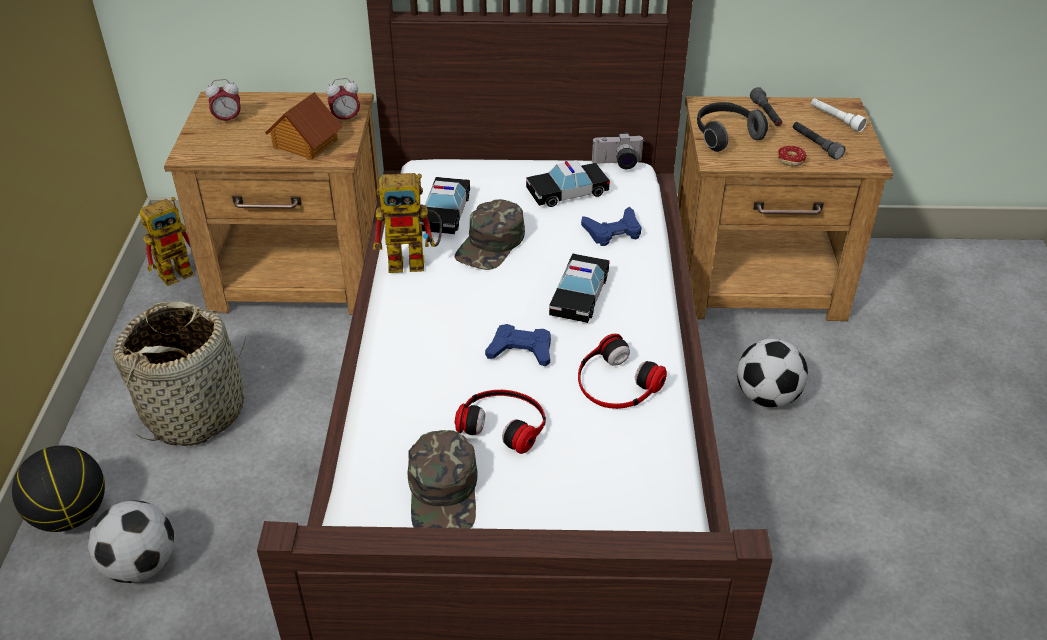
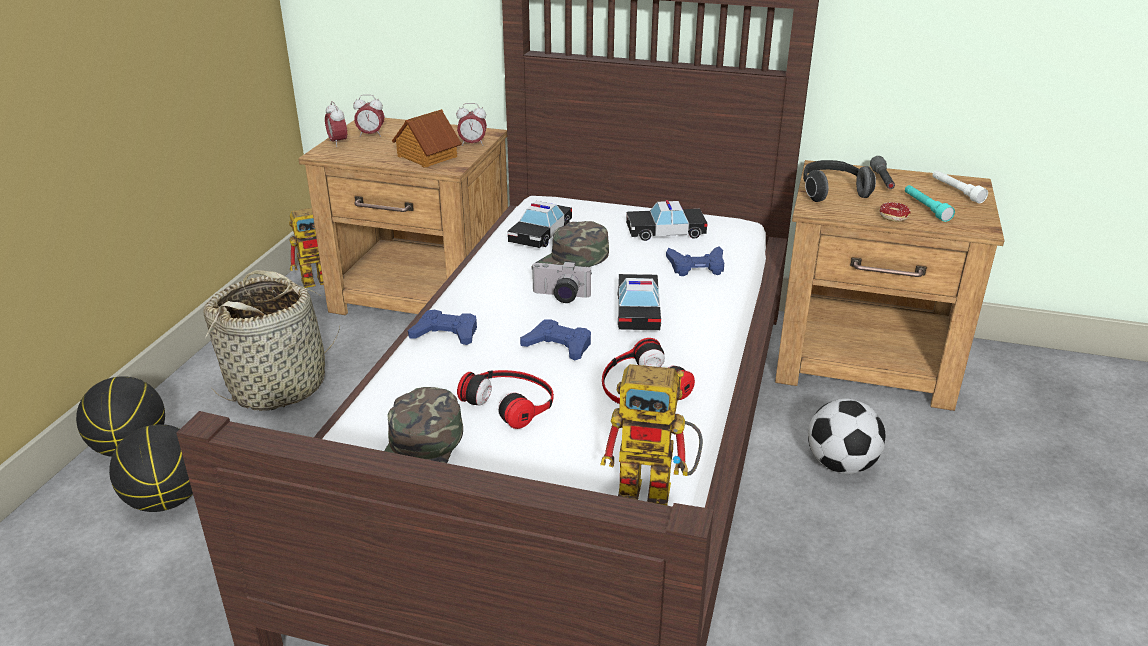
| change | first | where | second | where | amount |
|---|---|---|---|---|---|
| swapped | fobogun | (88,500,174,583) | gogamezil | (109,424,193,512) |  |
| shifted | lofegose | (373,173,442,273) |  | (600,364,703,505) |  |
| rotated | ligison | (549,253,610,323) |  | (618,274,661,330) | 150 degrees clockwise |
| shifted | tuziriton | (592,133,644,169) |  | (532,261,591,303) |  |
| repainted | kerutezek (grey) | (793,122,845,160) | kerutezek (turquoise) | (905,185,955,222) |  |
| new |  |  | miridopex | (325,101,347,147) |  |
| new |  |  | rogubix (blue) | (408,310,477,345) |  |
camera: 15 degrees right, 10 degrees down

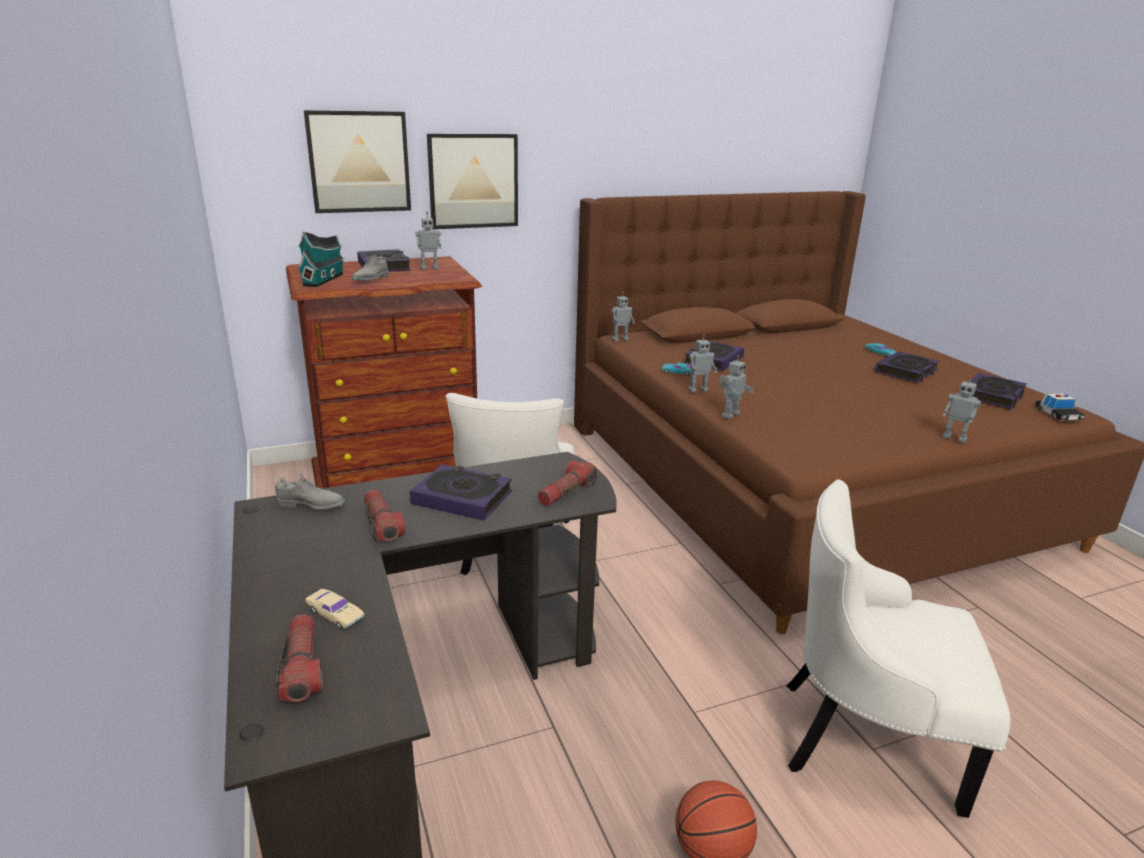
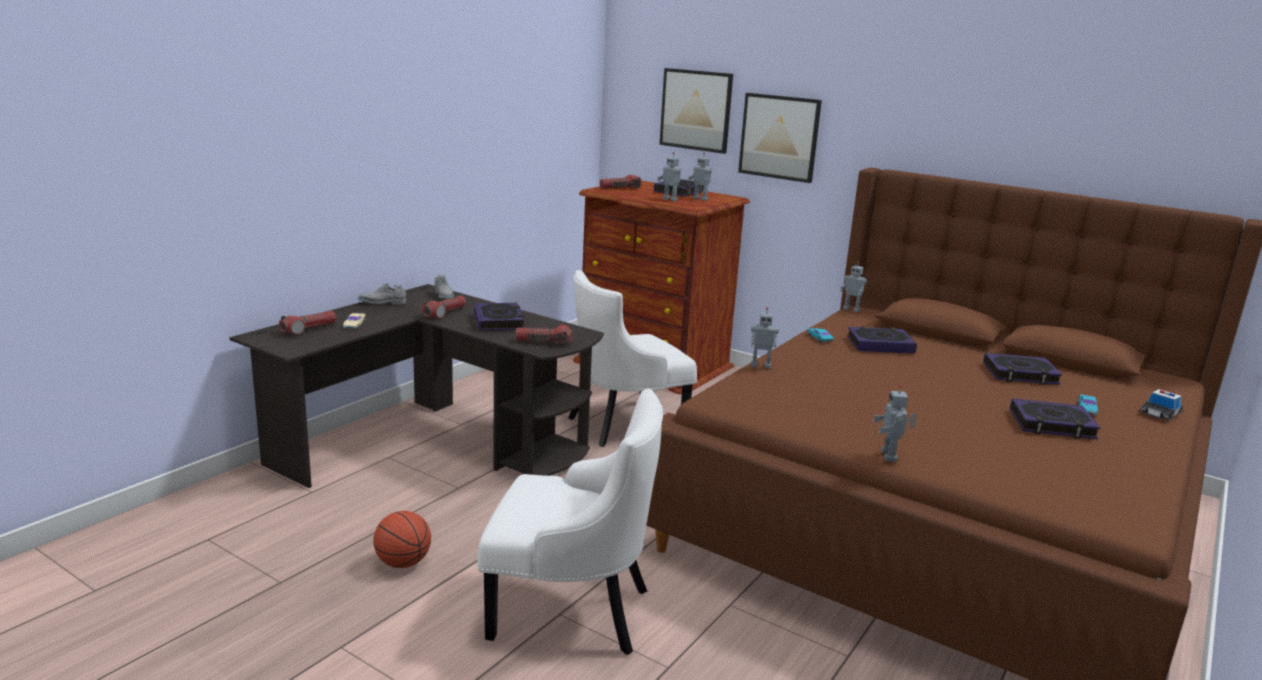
| change | first | where | second | where | amount |
|---|---|---|---|---|---|
| swapped | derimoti | (297,231,345,287) | kerutezek | (600,175,642,189) |  |
| shifted | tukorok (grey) | (351,255,389,281) |  | (358,283,406,305) |  |
| shifted | lofegose | (688,334,717,393) |  | (657,152,681,201) |  |
| rotated | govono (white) | (786,479,1010,818) |  | (477,389,663,655) | 120 degrees clockwise |
| shifted | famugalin | (970,373,1027,409) |  | (983,353,1062,385) |  |
| shifted | ligison | (1033,393,1085,421) |  | (1139,389,1184,421) |  |
camera: 55 degrees right, 5 degrees down

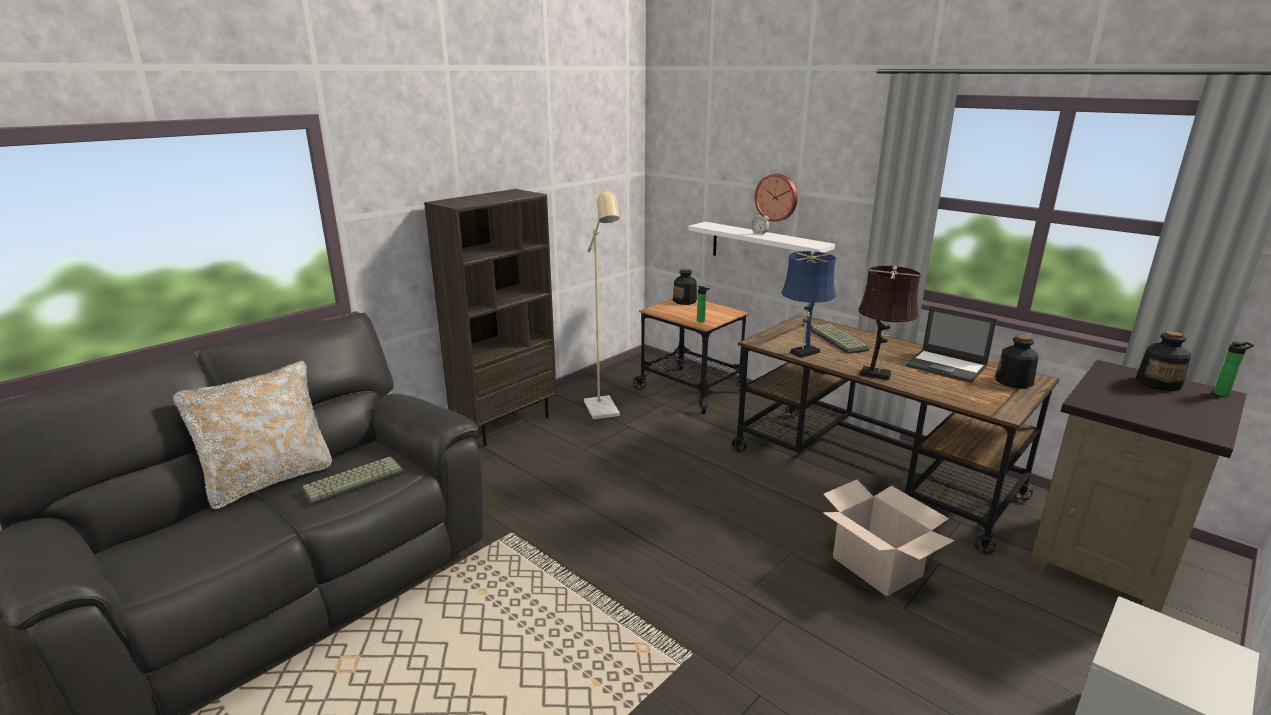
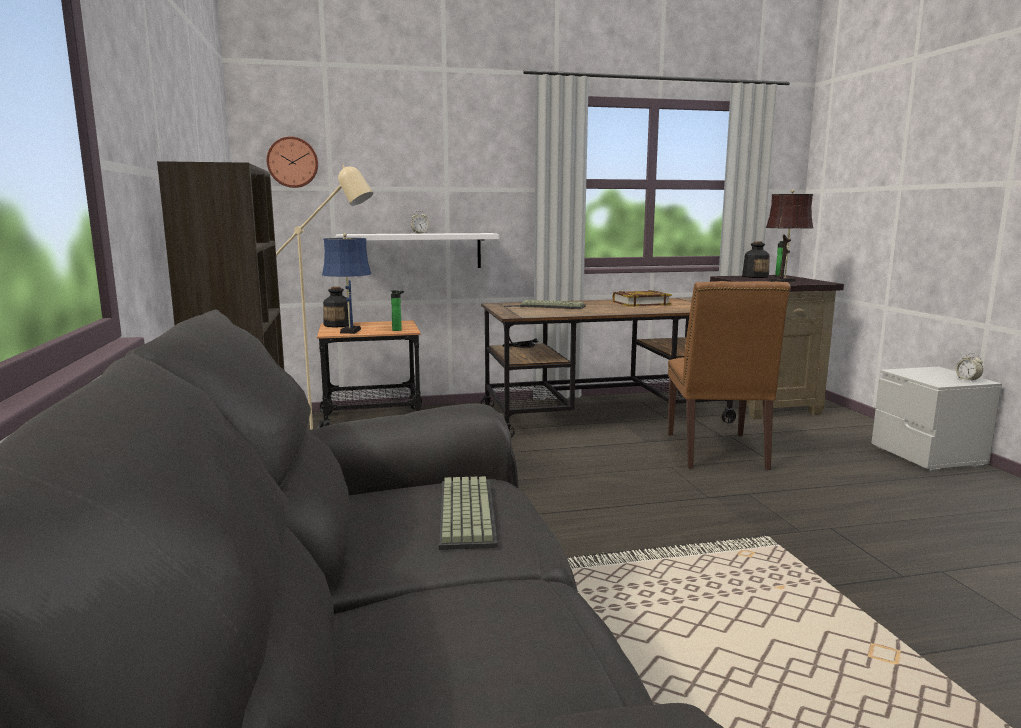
| change | first | where | second | where | amount |
|---|---|---|---|---|---|
| gone | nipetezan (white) | (173,361,332,509) |  |  |  |
| shifted | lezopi | (754,174,798,222) |  | (267,137,318,188) |  |
| shifted | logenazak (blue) | (781,251,836,358) |  | (322,233,371,334) |  |
| swapped | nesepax | (822,480,955,597) | govono (brown) | (668,281,790,470) |  |
| shifted | logenazak (brown) | (859,266,921,381) |  | (766,189,814,283) |  |
| swapped | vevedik | (906,306,997,383) | famugalin | (612,290,672,306) |  |
| gone | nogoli | (995,335,1038,388) |  |  |  |
| new |  |  | miridopex | (956,353,983,382) |  |
camera: 55 degrees left, 10 degrees down

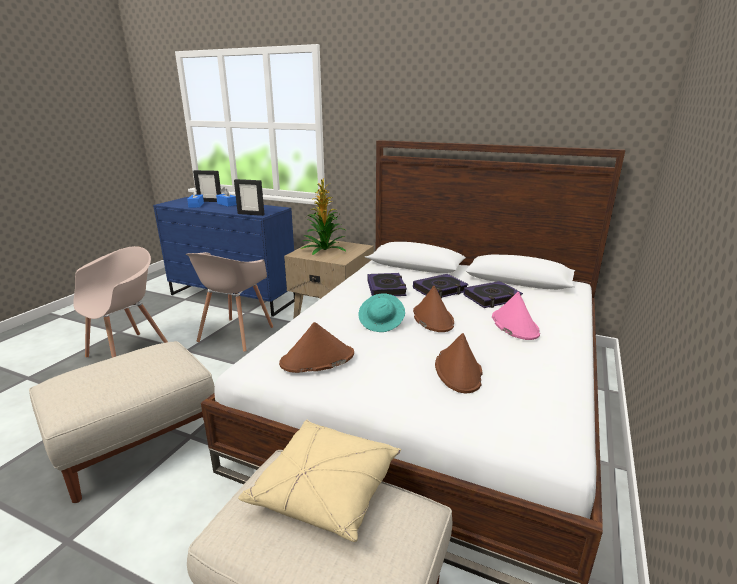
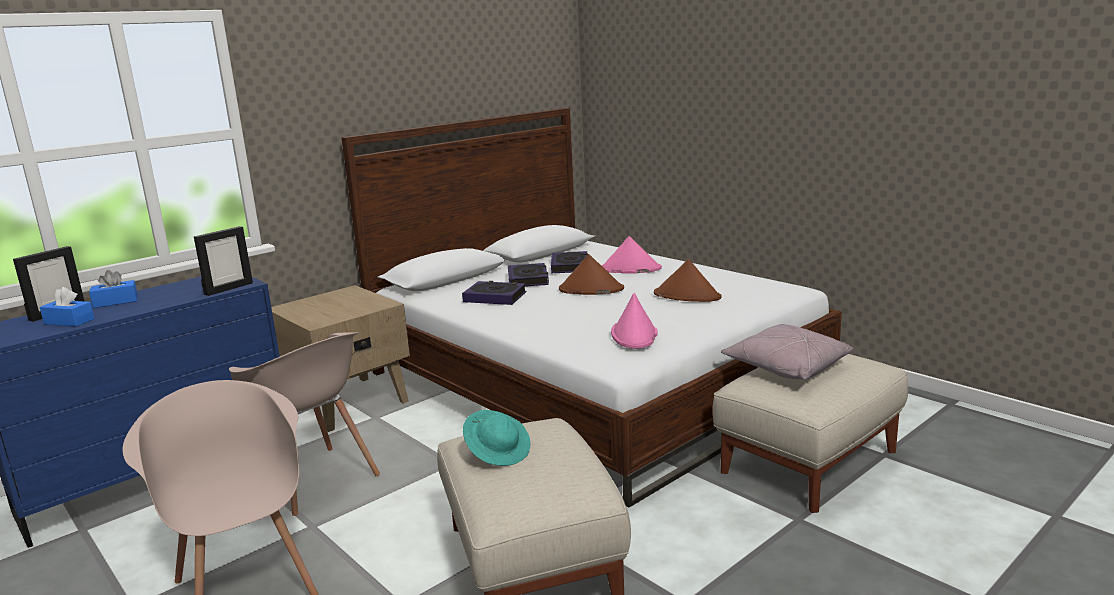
| change | first | where | second | where | amount |
|---|---|---|---|---|---|
| repainted | nipetezan (beige) | (238,420,401,542) | nipetezan (purple) | (721,324,854,380) |  |
| repainted | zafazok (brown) | (279,322,354,373) | zafazok (pink) | (611,293,658,348) |  |
| gone | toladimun | (301,178,346,255) |  |  |  |
| shifted | zafazok (turquoise) | (358,293,405,332) |  | (463,410,530,466) |  |
camera: 65 degrees left, 5 degrees down

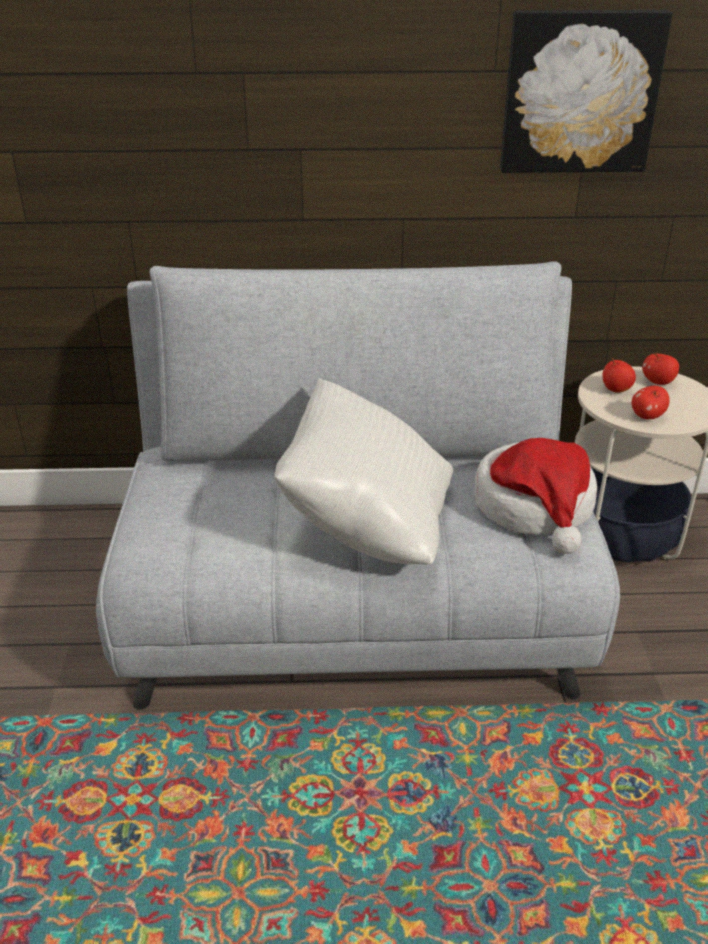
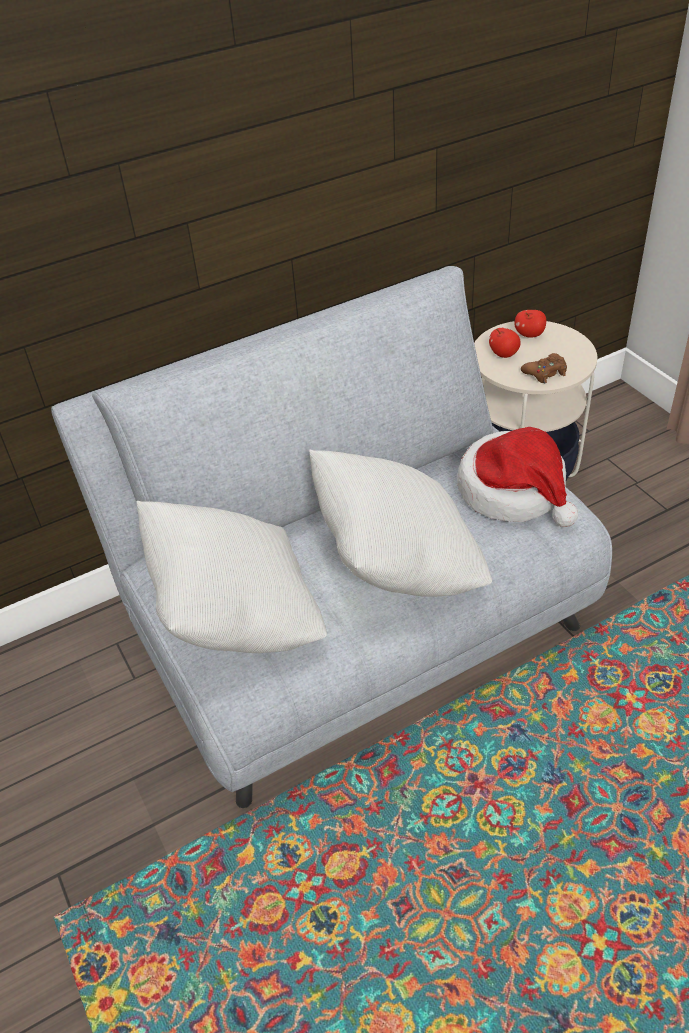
| change | first | where | second | where | amount |
|---|---|---|---|---|---|
| gone | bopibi | (500,10,673,173) |  |  |  |
| swapped | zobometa | (632,386,670,419) | rogubix (brown) | (521,353,567,384) |  |
| new |  |  | nipetezan (white) | (137,501,327,653) |  |
camera: 25 degrees left, 10 degrees up

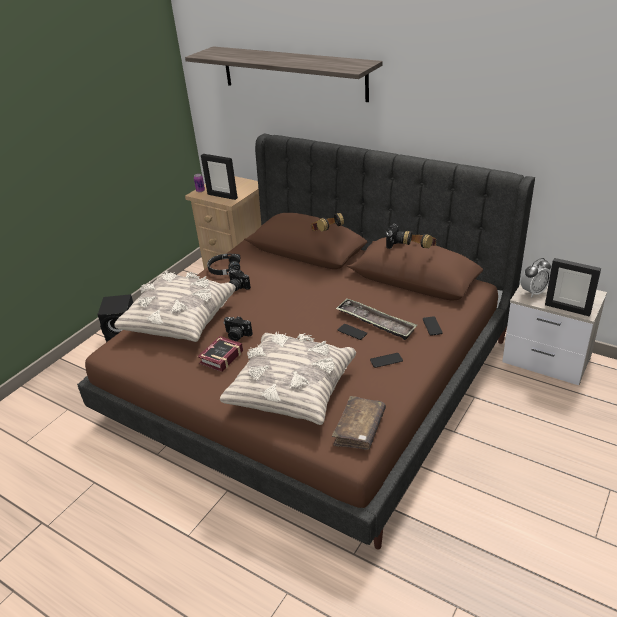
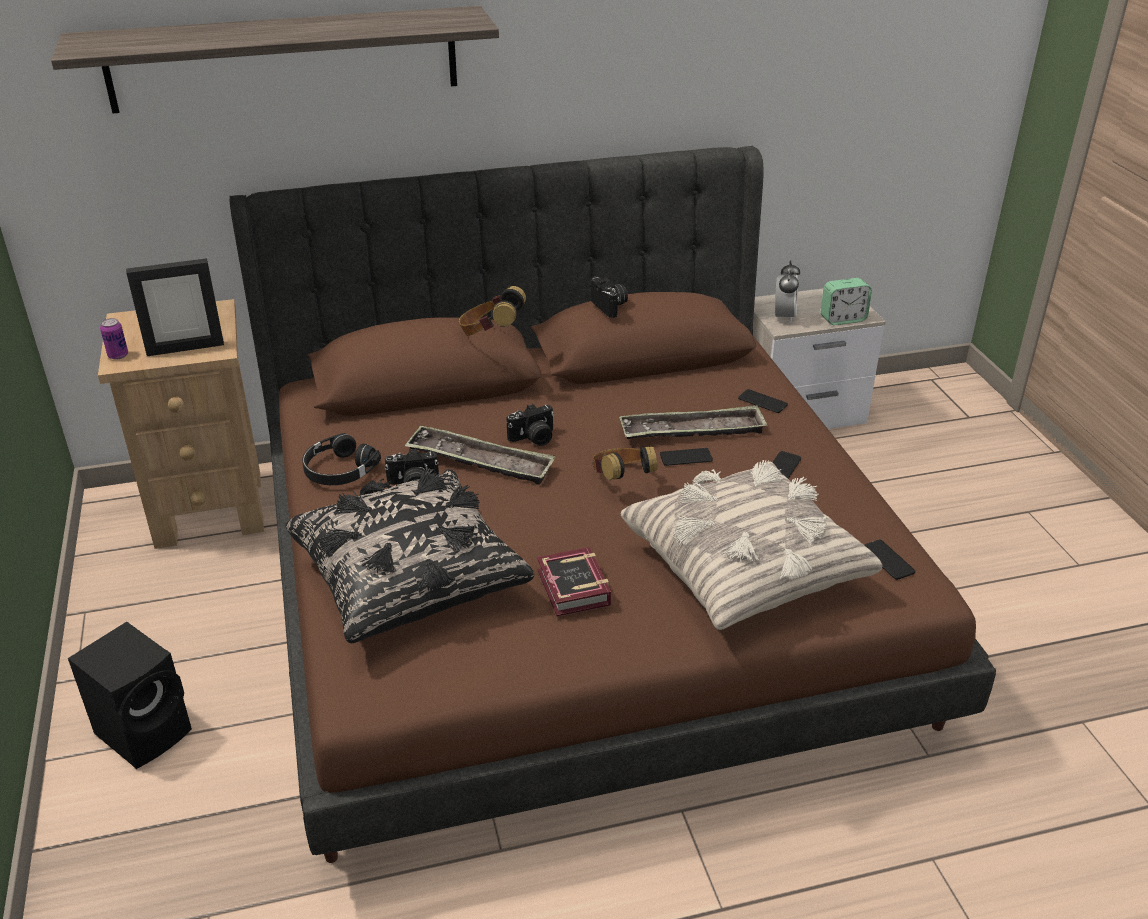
| change | first | where | second | where | amount |
|---|---|---|---|---|---|
| repainted | nipetezan (beige) | (114,271,236,342) | nipetezan (black) | (285,469,534,643) |  |
| shifted | tuziriton | (224,316,253,341) |  | (507,404,554,446) |  |
| swapped | famugalin (brown) | (332,396,386,450) | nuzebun | (864,540,915,580) |  |
| shifted | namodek | (403,231,437,249) |  | (592,445,657,481) |  |
| swapped | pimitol | (545,258,601,317) | miridopex | (821,278,872,325) |  |
| new |  |  | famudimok | (404,425,556,485) |  |
camera: 50 degrees left, 0 degrees up

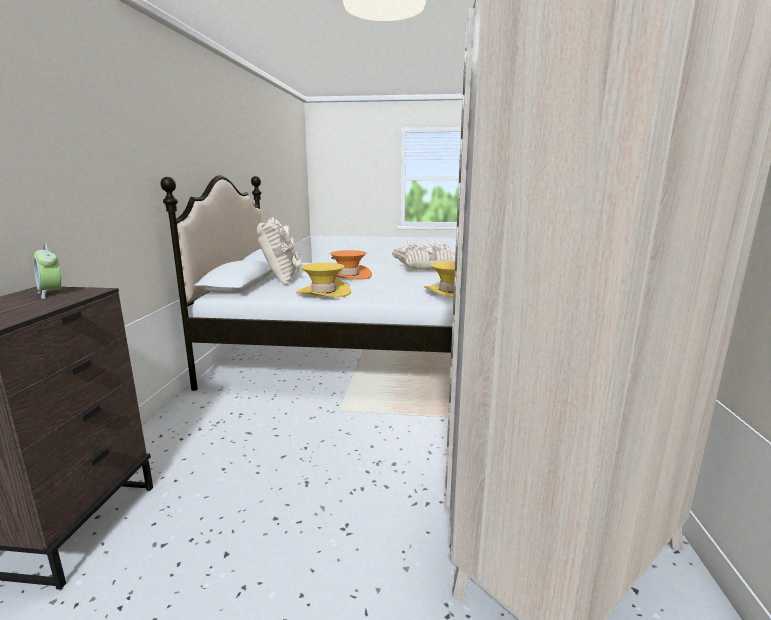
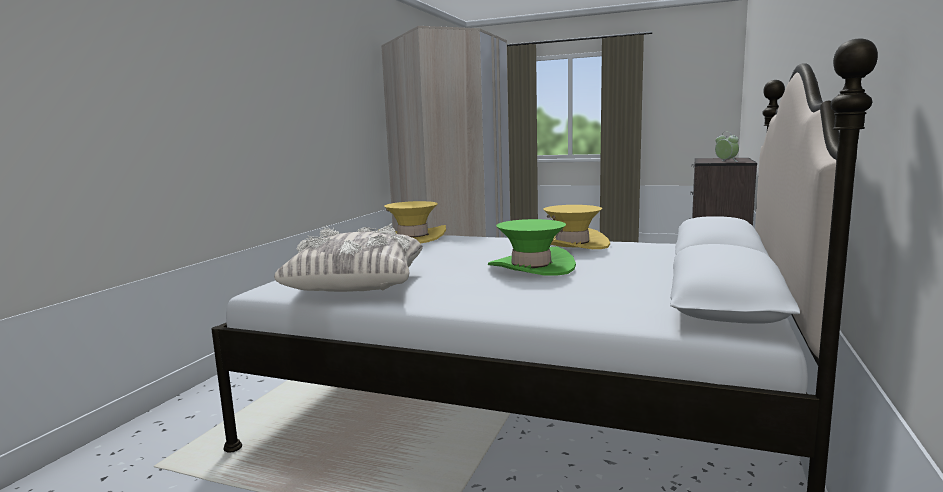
| change | first | where | second | where | amount |
|---|---|---|---|---|---|
| gone | nipetezan (beige) | (257,218,302,285) |  |  |  |
| repainted | zafazok (orange) | (329,250,372,280) | zafazok (green) | (488,219,576,276) |  |
camera: 165 degrees left, 5 degrees down

